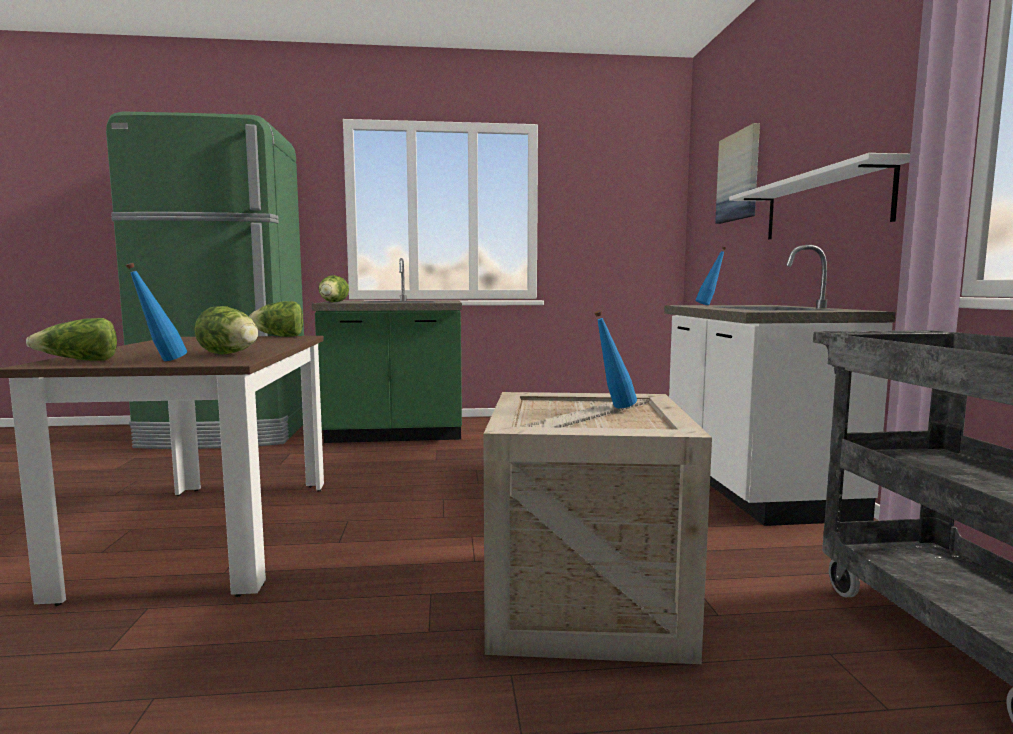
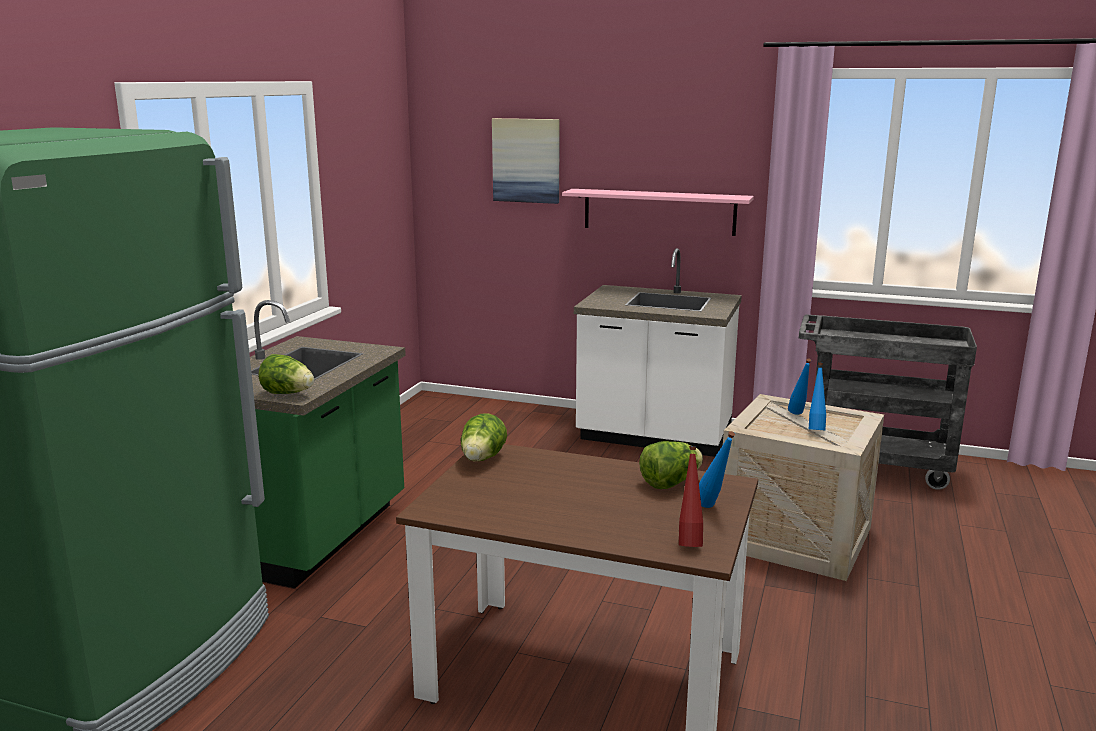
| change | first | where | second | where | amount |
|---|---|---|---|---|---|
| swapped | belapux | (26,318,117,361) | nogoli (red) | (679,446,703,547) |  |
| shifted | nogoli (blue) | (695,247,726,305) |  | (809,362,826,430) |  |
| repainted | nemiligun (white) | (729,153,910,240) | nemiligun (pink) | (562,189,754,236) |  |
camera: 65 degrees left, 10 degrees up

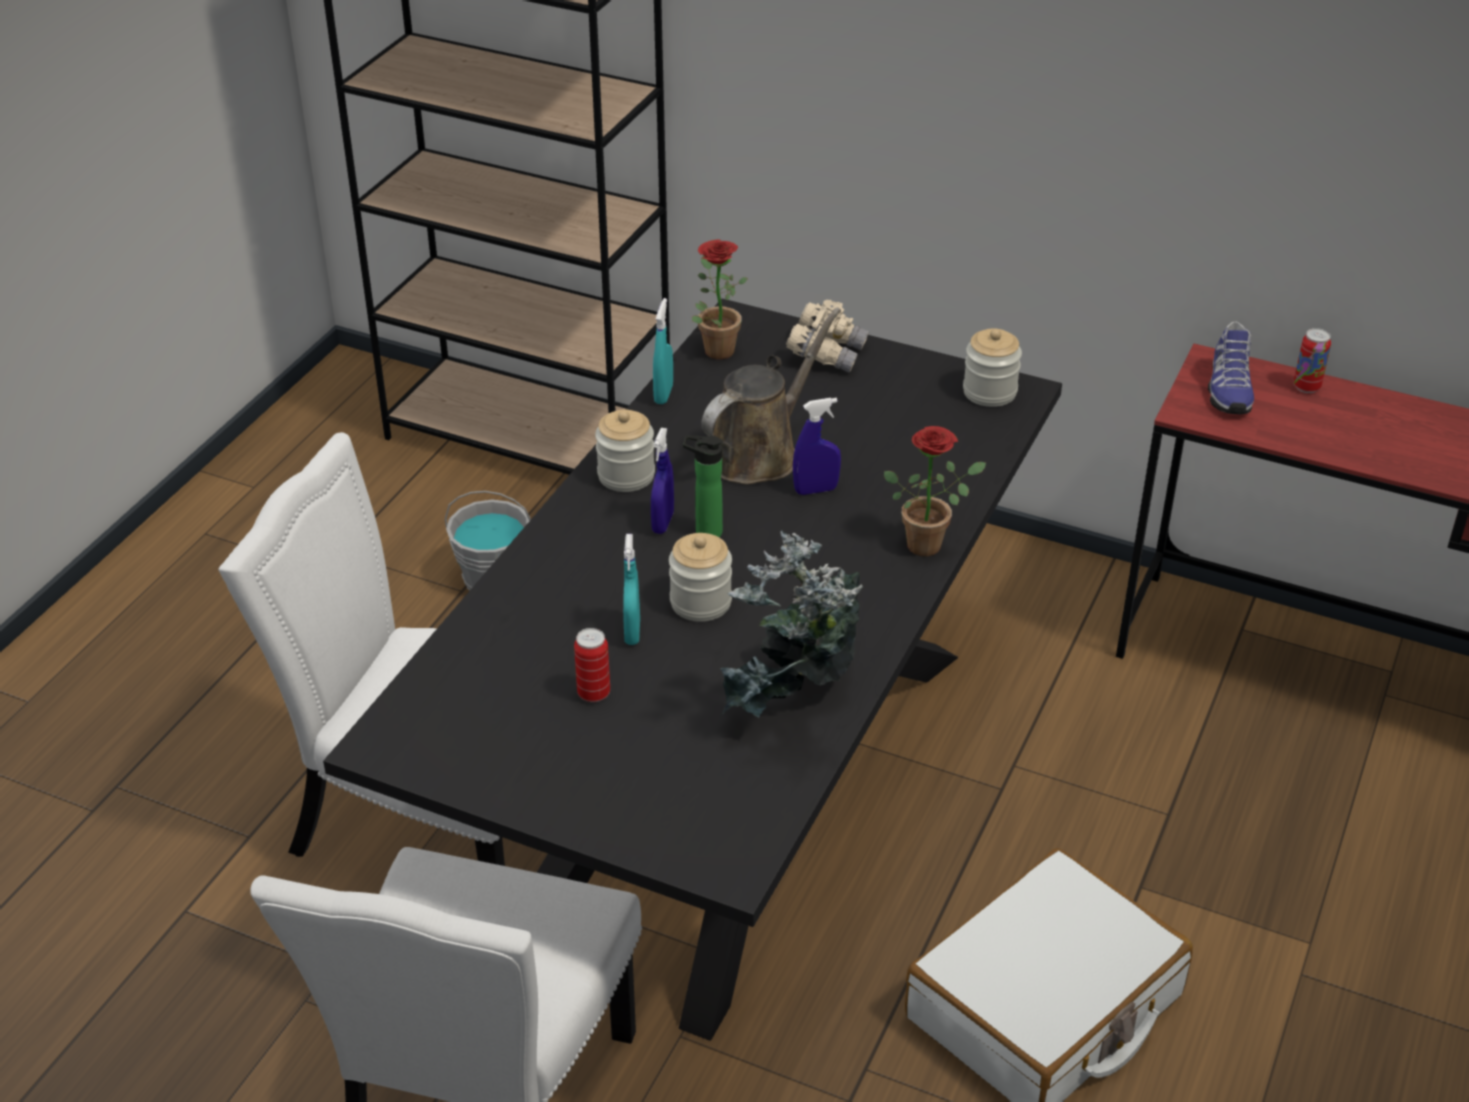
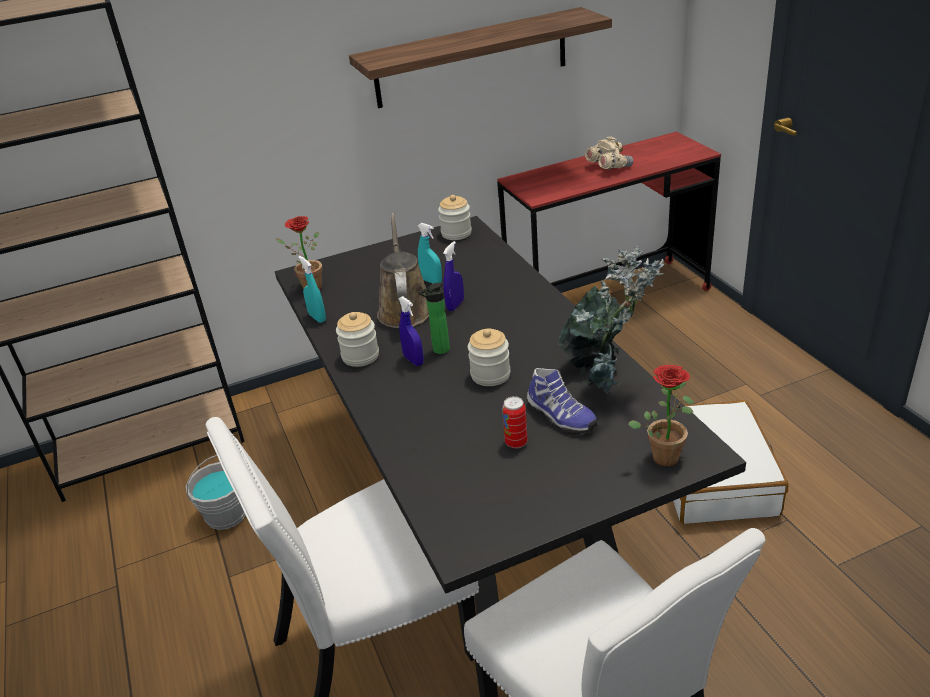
| change | first | where | second | where | amount |
|---|---|---|---|---|---|
| shifted | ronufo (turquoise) | (623,534,640,645) |  | (417,223,442,283) |  |
| shifted | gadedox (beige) | (786,300,869,373) |  | (585,137,633,169) |  |
| shifted | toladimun | (884,426,986,556) |  | (628,365,694,466) |  |
| shifted | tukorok | (1208,321,1254,415) |  | (527,368,598,434) |  |
| gone | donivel | (1294,328,1331,393) |  |  |  |
| new |  |  | nemiligun | (349,7,612,108) |  |
camera: 45 degrees left, 5 degrees down

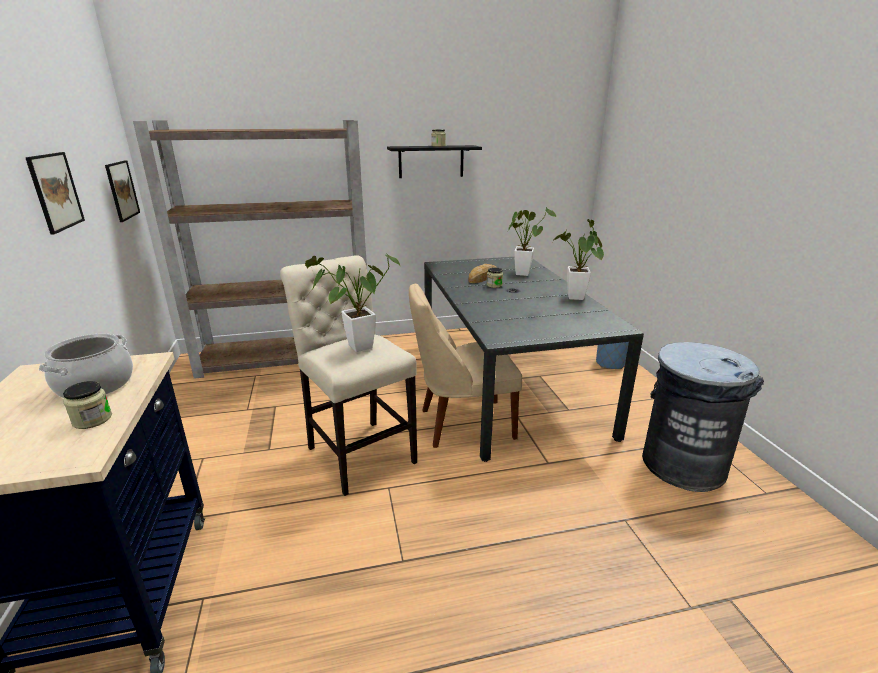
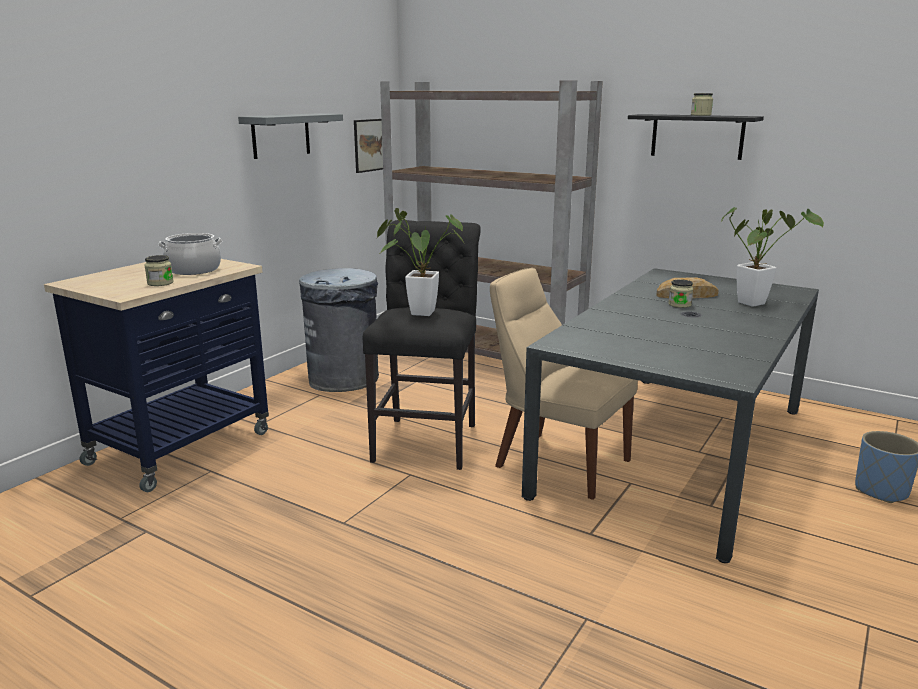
| change | first | where | second | where | amount |
|---|---|---|---|---|---|
| swapped | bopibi | (25,152,85,235) | nemiligun (grey) | (238,113,343,159) |  |
| repainted | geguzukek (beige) | (280,255,417,496) | geguzukek (black) | (363,220,481,470) |  |
| gone | toladimun | (552,219,604,300) |  |  |  |
| shifted | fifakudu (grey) | (642,342,764,492) |  | (299,268,379,392) |  |
camera: 45 degrees right, 5 degrees down

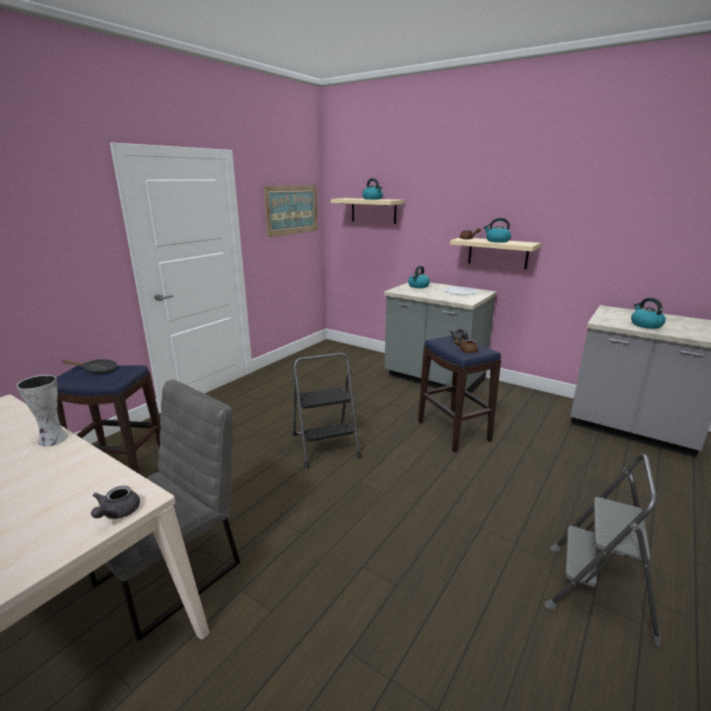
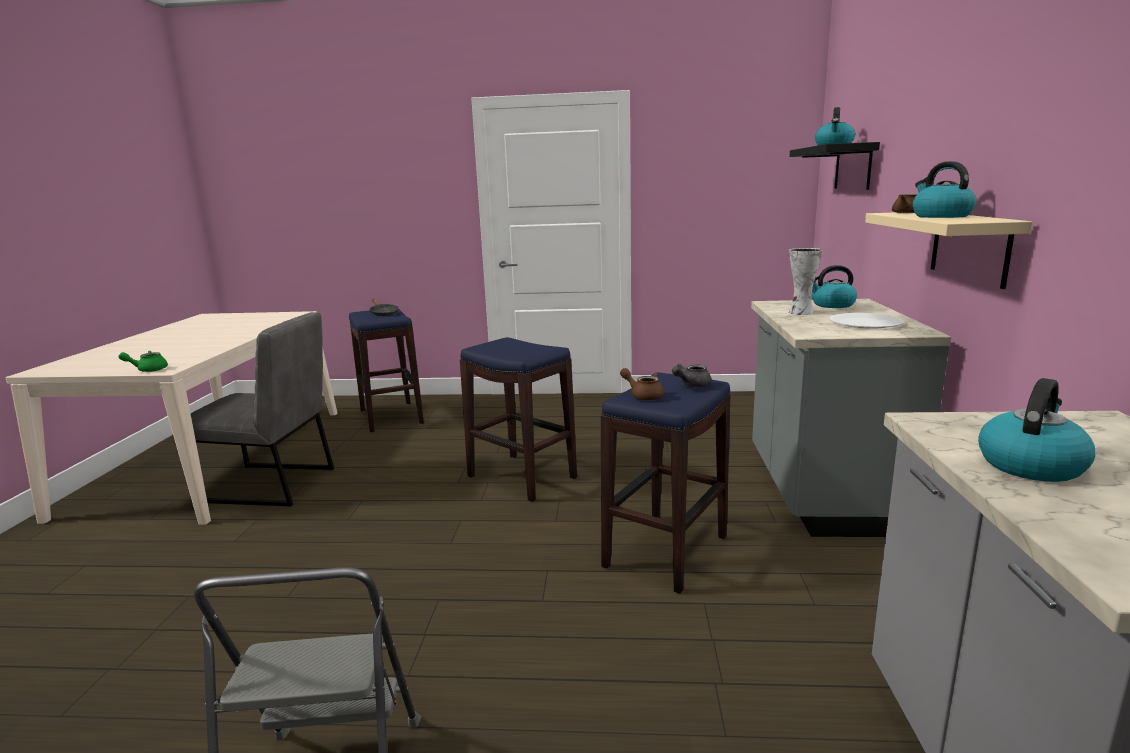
| change | first | where | second | where | amount |
|---|---|---|---|---|---|
| shifted | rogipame | (16,375,68,446) |  | (789,248,823,315) |  |
| repainted | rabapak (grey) | (91,486,140,519) | rabapak (green) | (118,351,168,372) |  |
| gone | bopibi | (264,185,318,237) |  |  |  |
| swapped | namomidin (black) | (293,353,362,469) | geguzukek | (460,337,577,502) |  |
| repainted | nemiligun (beige) | (331,198,404,224) | nemiligun (black) | (790,142,880,190) |  |
camera: 60 degrees right, 5 degrees down

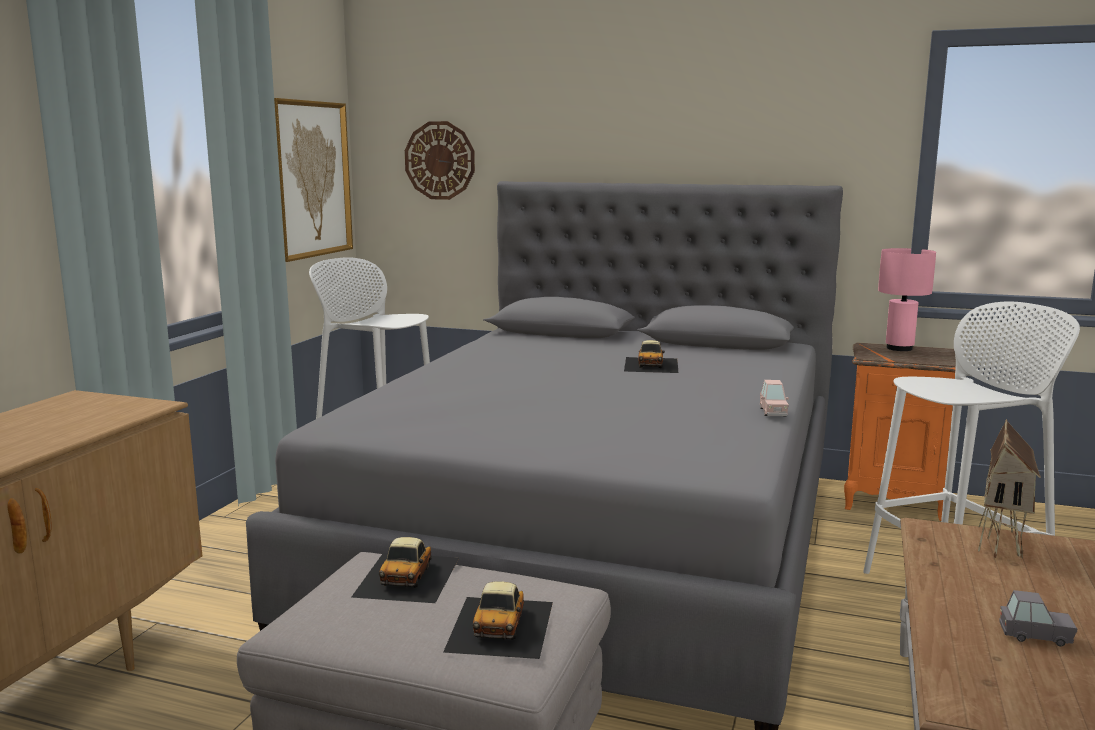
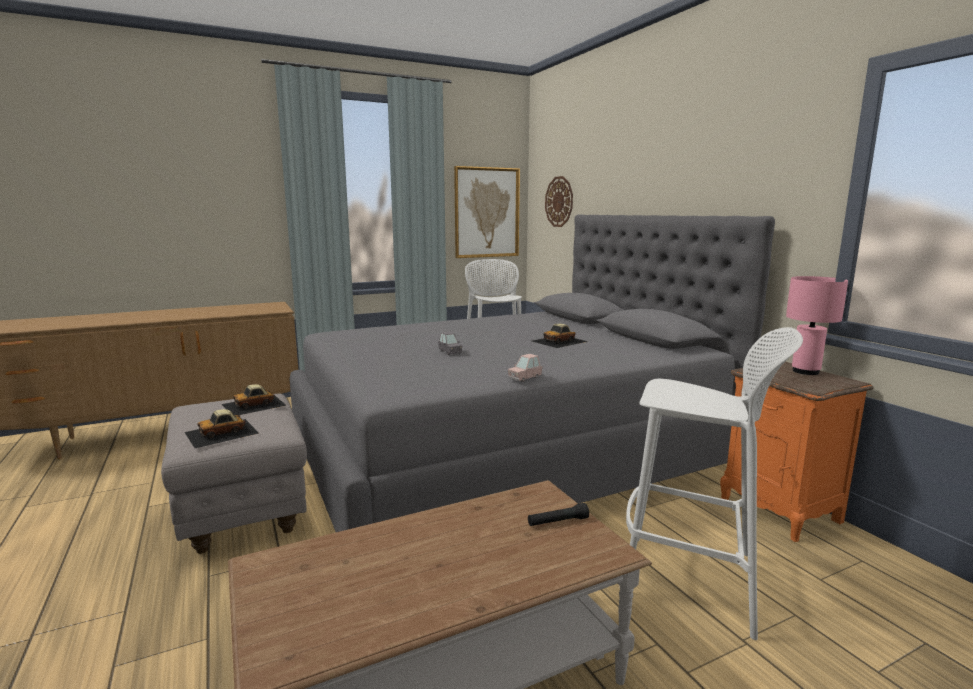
| change | first | where | second | where | amount |
|---|---|---|---|---|---|
| swapped | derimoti | (978,419,1041,558) | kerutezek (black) | (528,503,589,526) |  |
| shifted | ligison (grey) | (999,590,1078,647) |  | (438,332,462,355) |  |
camera: 45 degrees right, 0 degrees up

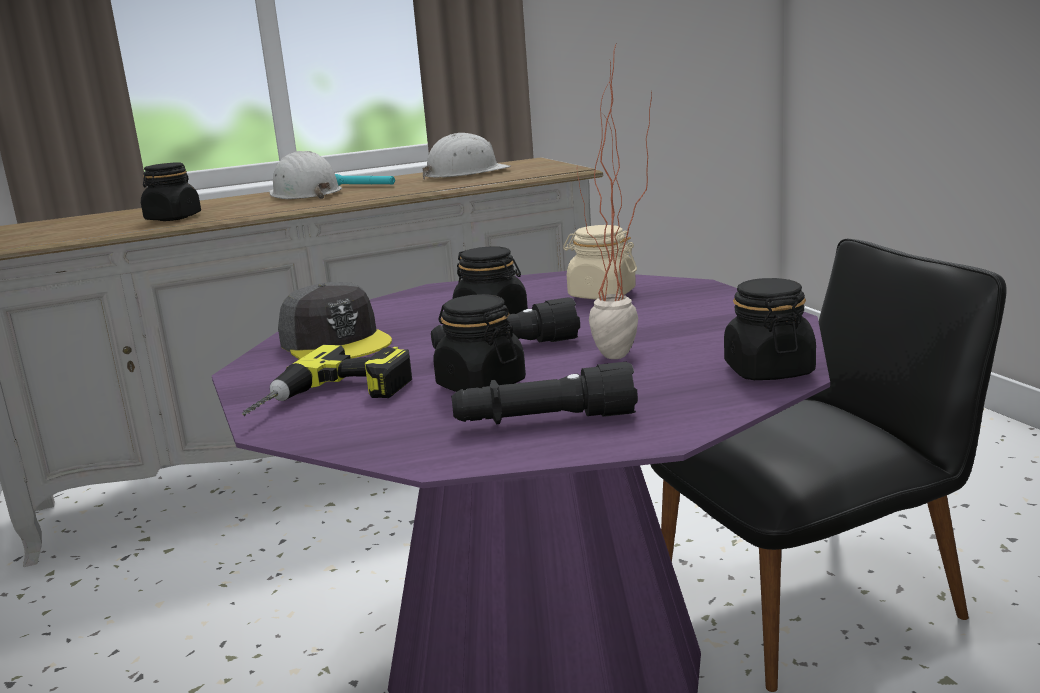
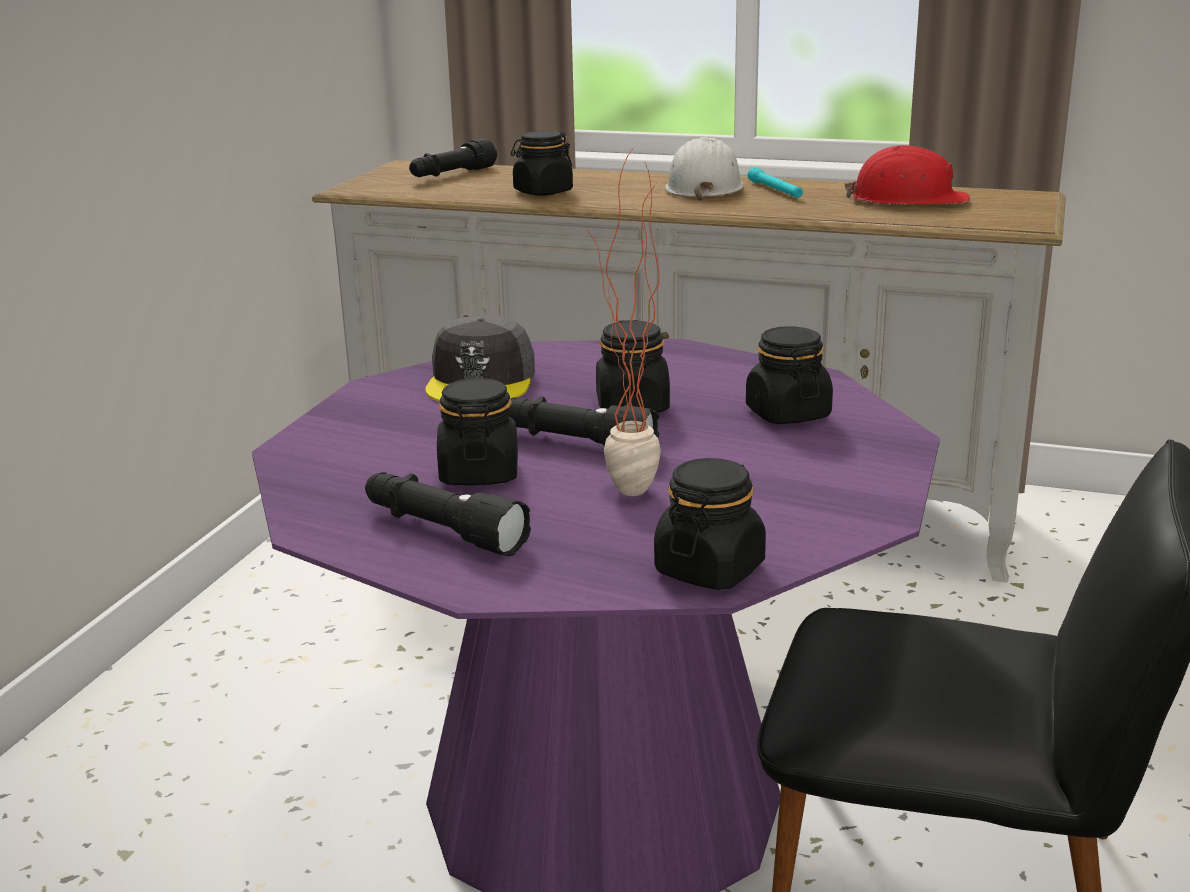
| change | first | where | second | where | amount |
|---|---|---|---|---|---|
| gone | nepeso | (242,345,412,416) |  |  |  |
| repainted | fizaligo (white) | (422,133,511,180) | fizaligo (red) | (845,145,970,205) |  |
| repainted | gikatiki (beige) | (563,225,637,300) | gikatiki (black) | (746,326,833,424) |  |
| new |  |  | kerutezek (black) | (409,138,497,177) |  |
camera: 40 degrees right, 5 degrees up

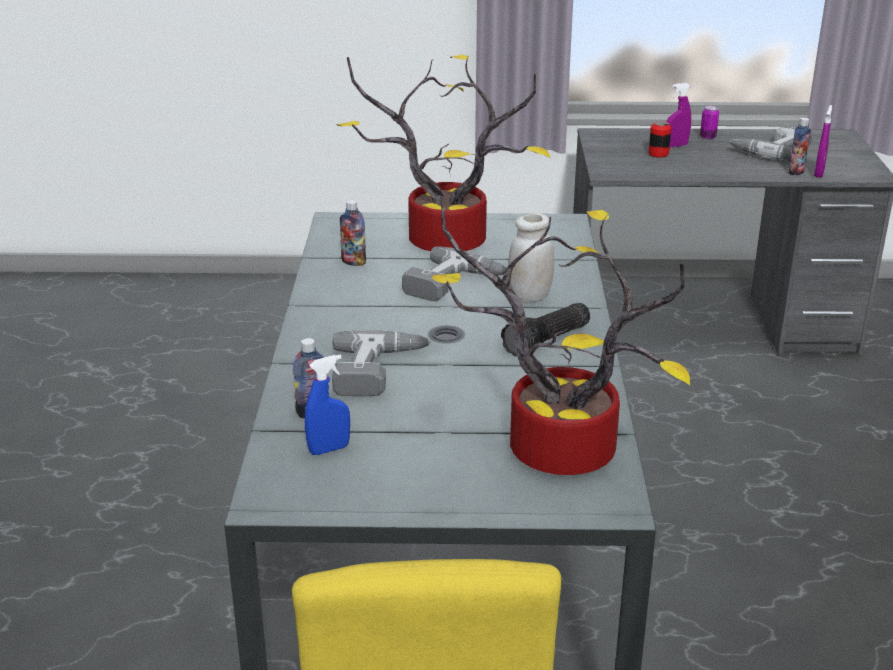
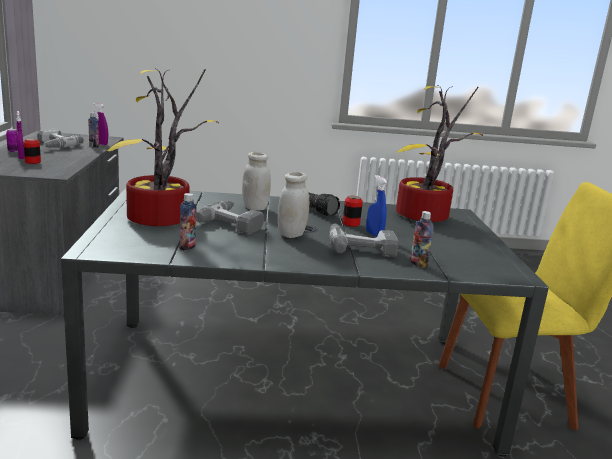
| change | first | where | second | where | amount |
|---|---|---|---|---|---|
| shifted | ronufo (blue) | (305,355,350,455) |  | (366,175,387,237) |  |
| new |  |  | gikatiki (white) | (278,172,309,238) |  |
| new |  |  | donivel | (343,196,363,227) |  |
camera: 95 degrees left, 10 degrees down

